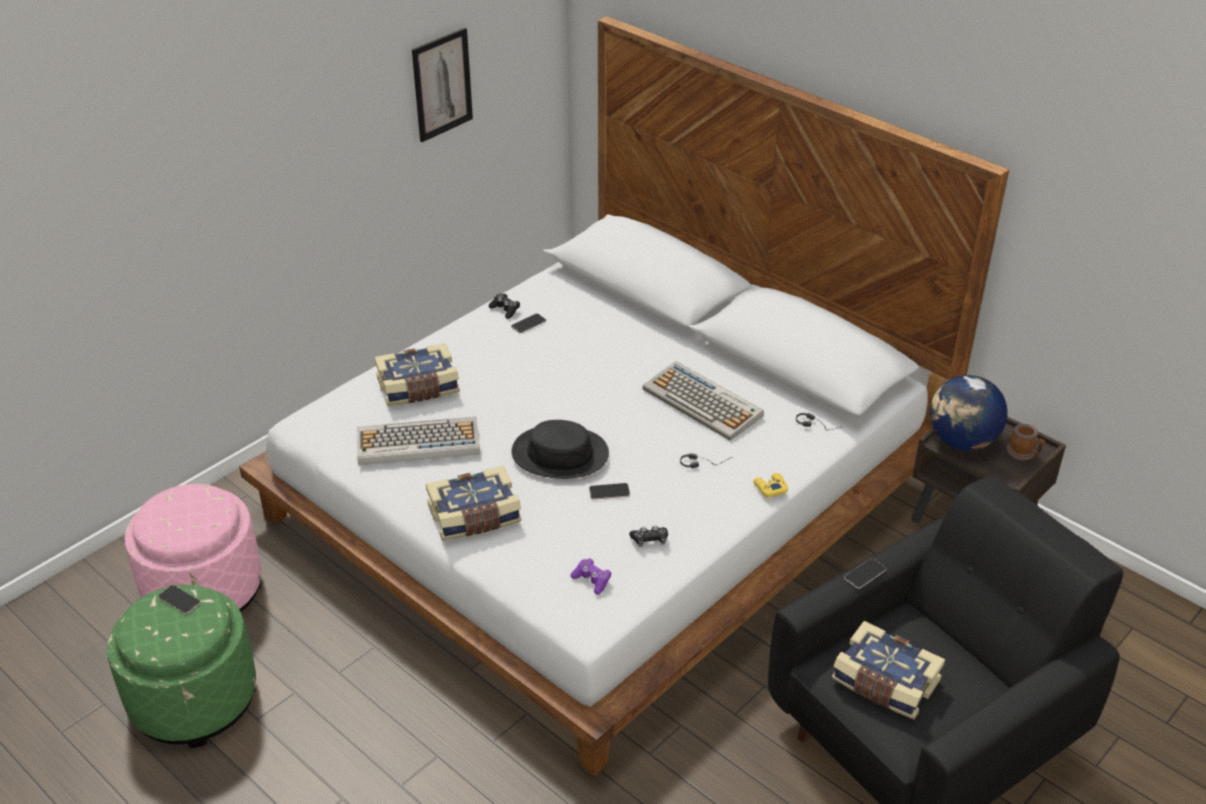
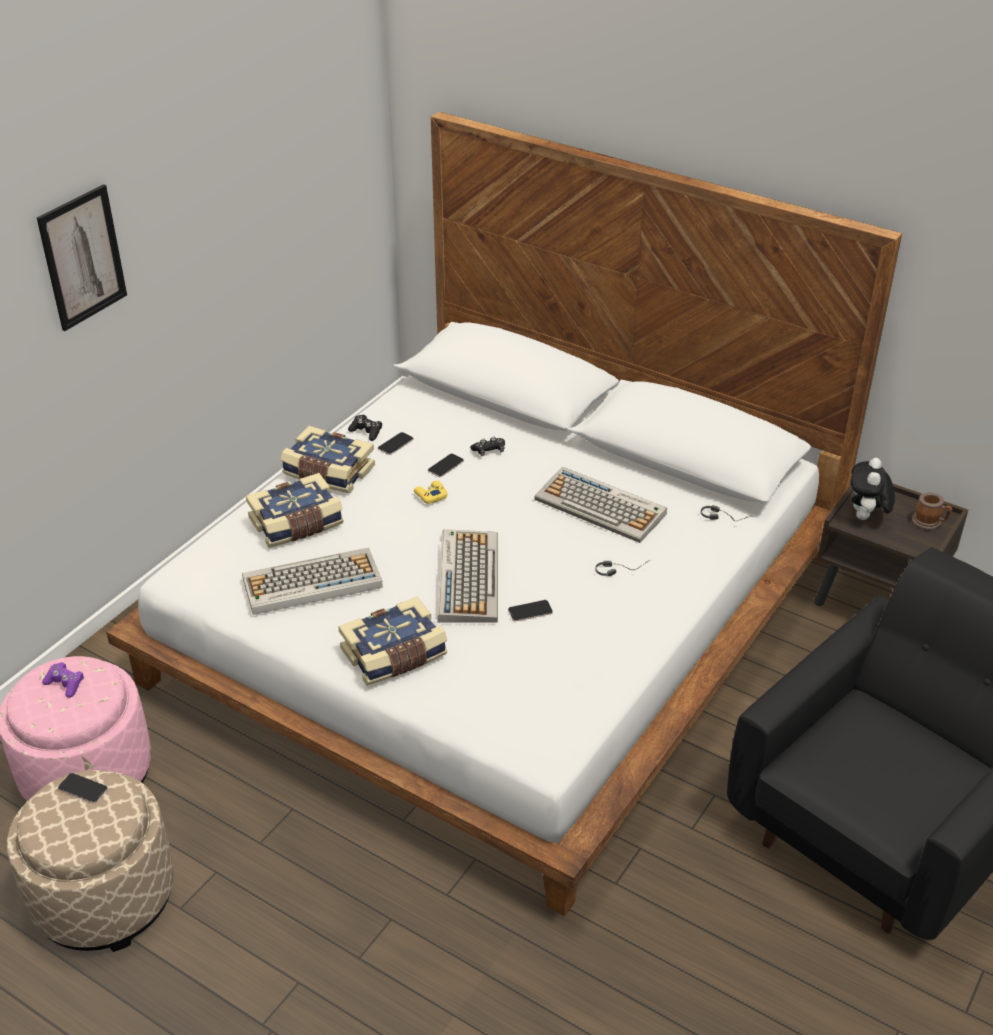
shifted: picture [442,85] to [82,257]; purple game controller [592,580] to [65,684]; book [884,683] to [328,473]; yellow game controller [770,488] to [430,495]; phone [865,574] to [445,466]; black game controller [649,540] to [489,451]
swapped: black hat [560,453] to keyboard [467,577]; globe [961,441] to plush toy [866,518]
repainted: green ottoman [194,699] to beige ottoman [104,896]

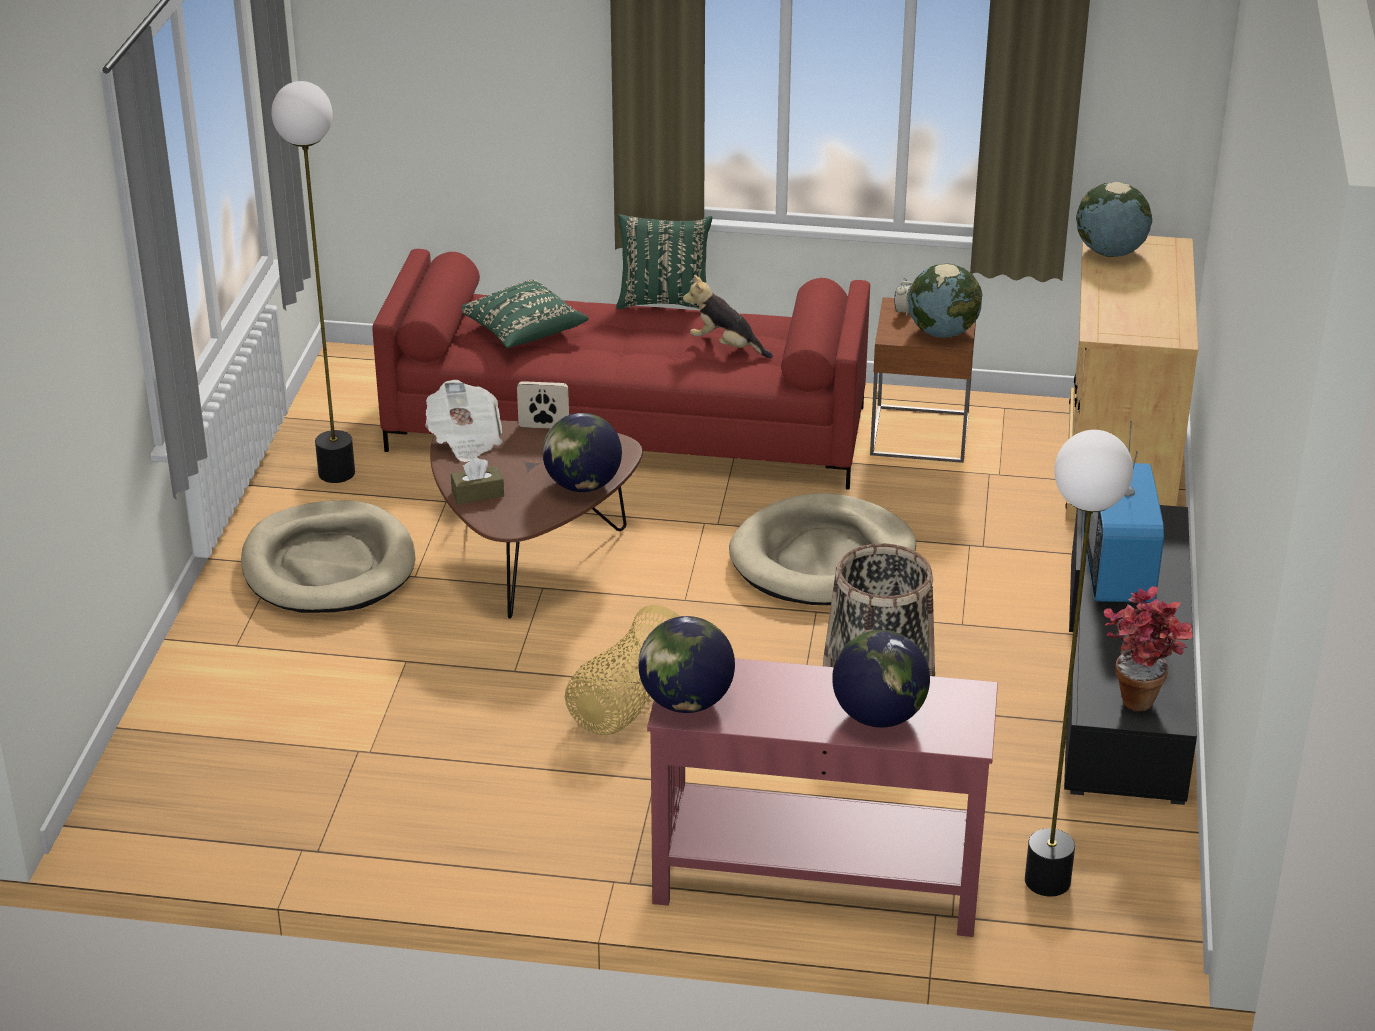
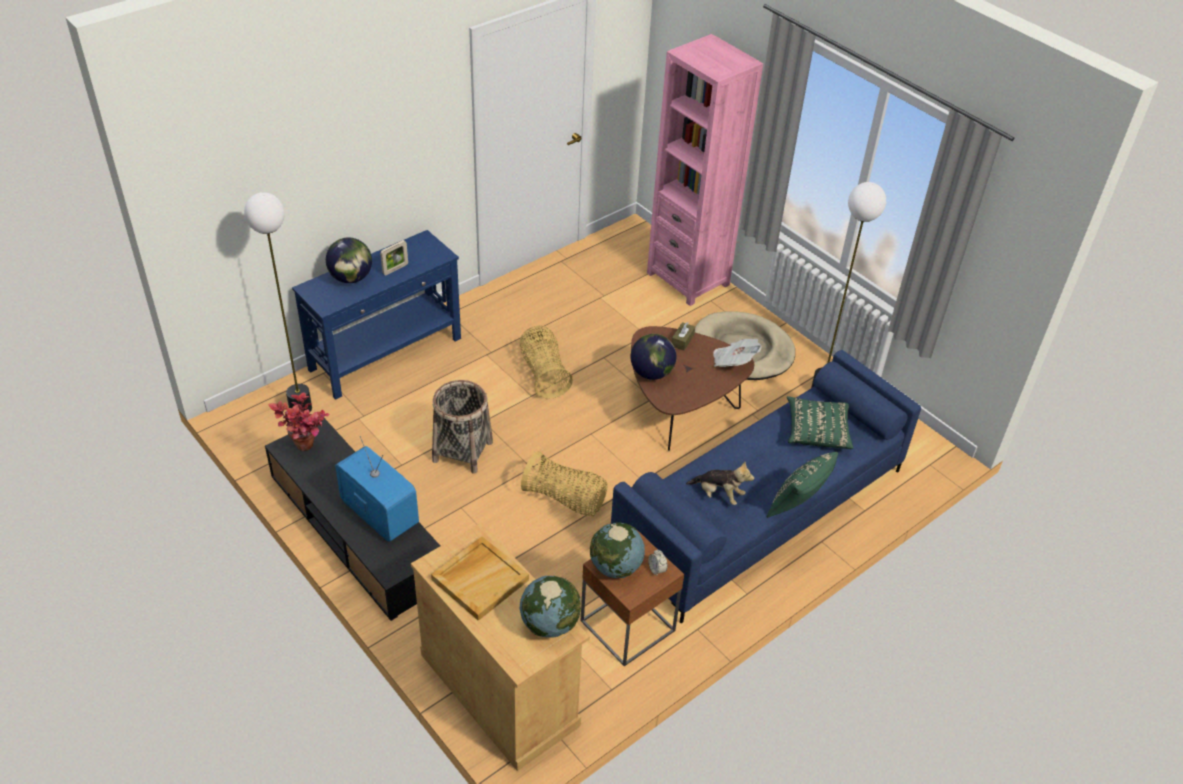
gone: globe [685,702]
new: beige tray [480,579]; pink bookcase [688,279]
shifted: picture frame [544,426] to [395,269]
swapped: beige dog bed [823,558] to basket [565,499]
repainted: red console table [815,880] to blue console table [387,354]; red sofa [629,428] to blue sofa [759,512]
rotated: plush toy [726,346] = [718,494] 45 degrees clockwise

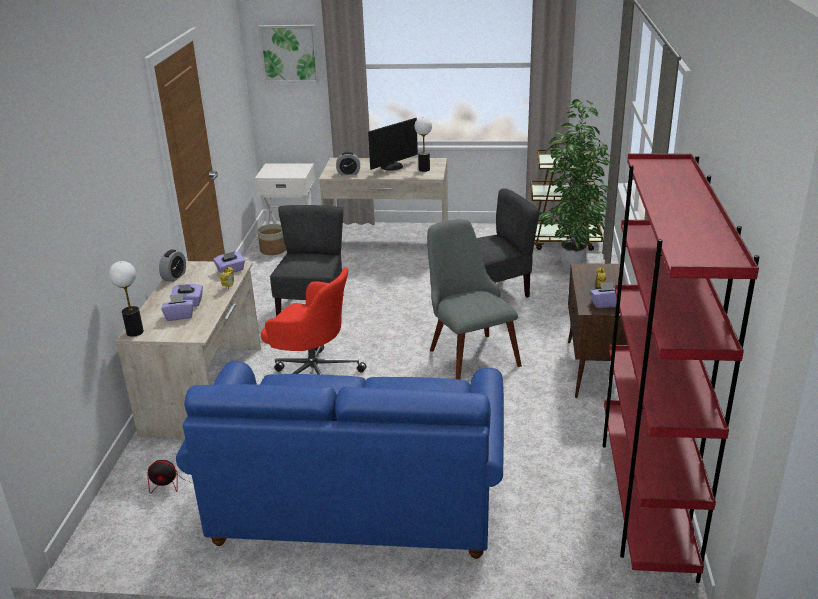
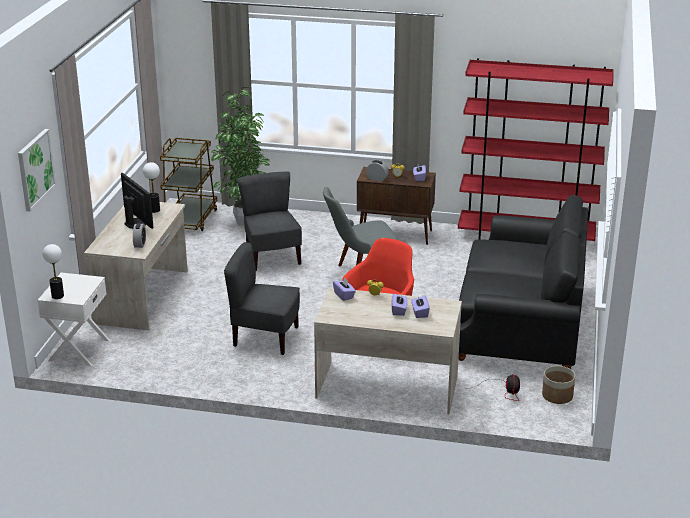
shifted: table lamp [134,332] to [57,296]; alarm clock [174,277] to [377,179]; planter [273,250] to [557,396]
repainted: blue sofa [357,494] to black sofa [520,323]

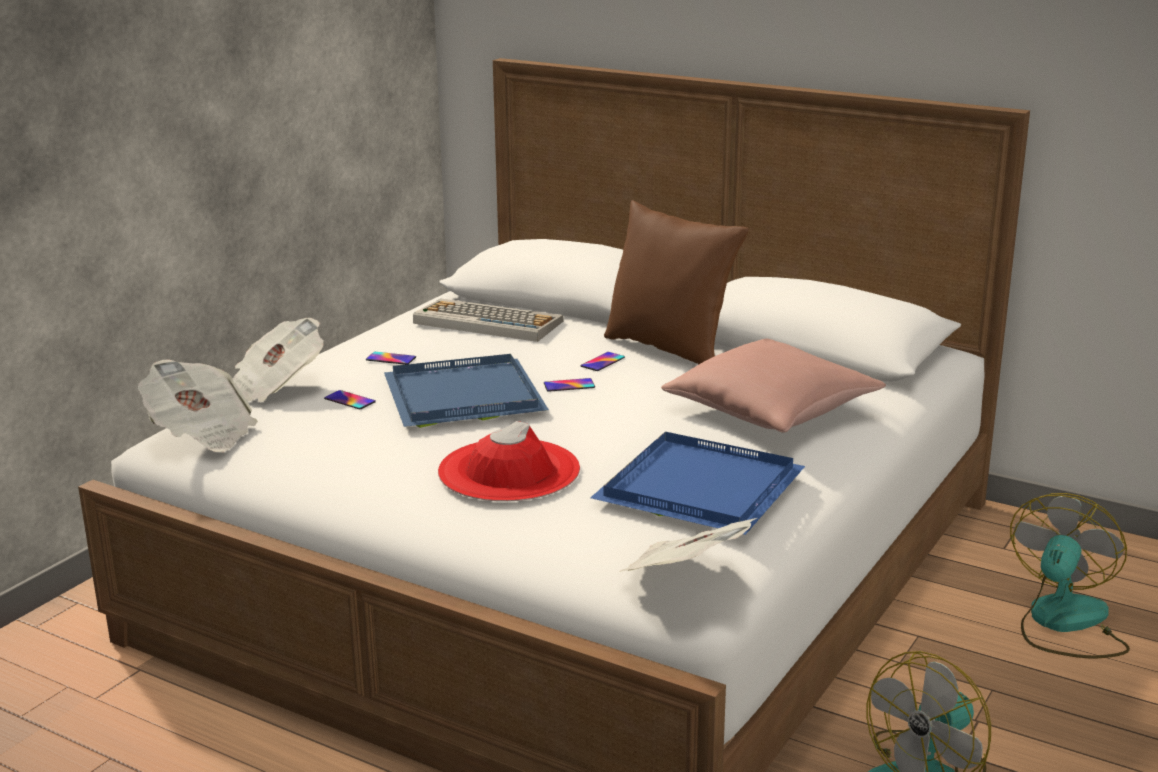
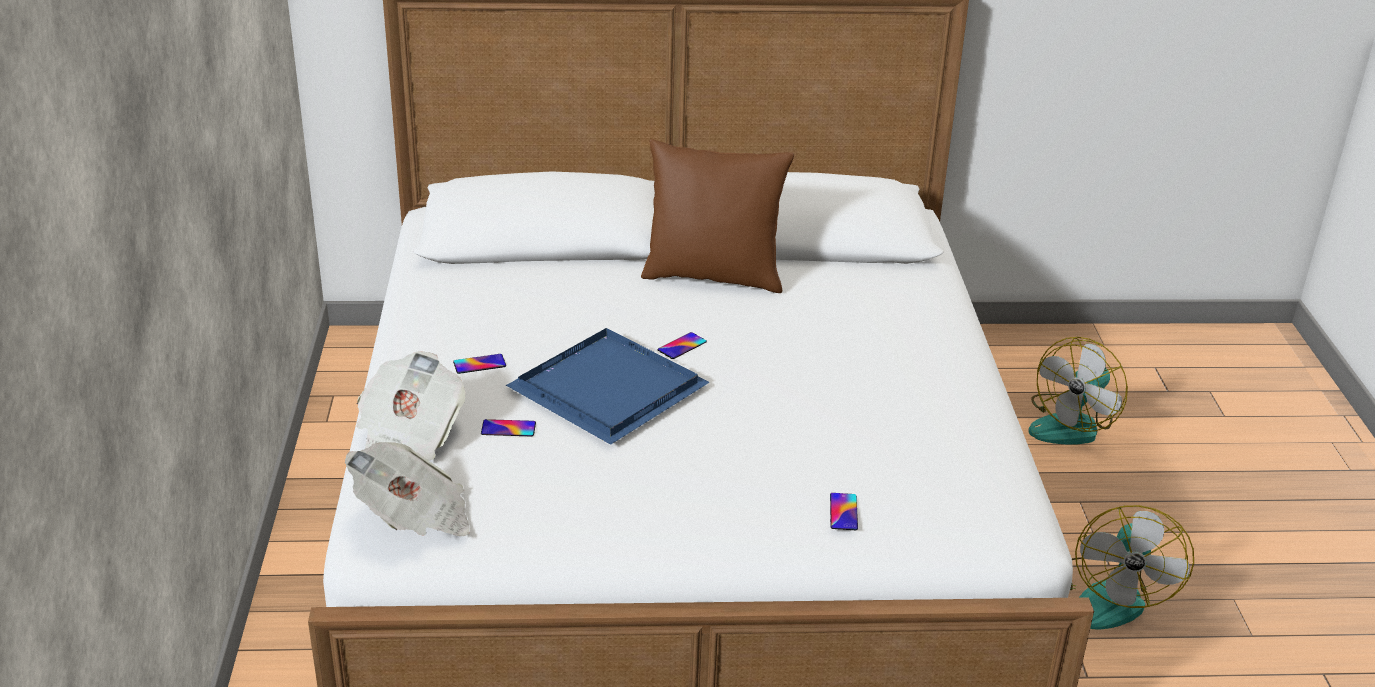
gone: keyboard [486,322]; red hat [508,471]; blue tray [701,490]; newspaper [686,577]; pink pillow [772,411]
shifted: phone [602,362] to [843,512]
rotated: fan [1064,624] = [1072,424] 135 degrees counterclockwise

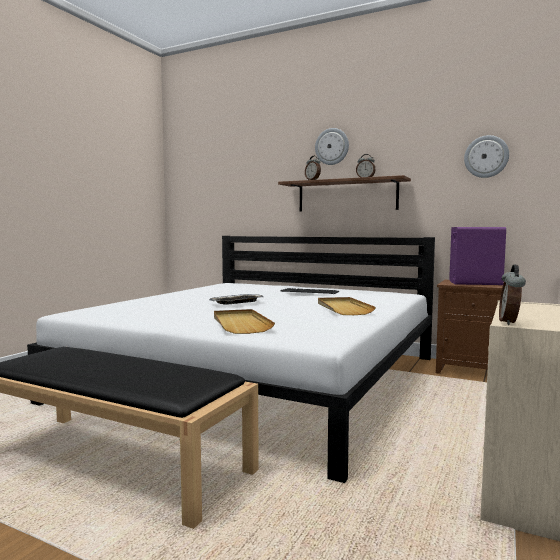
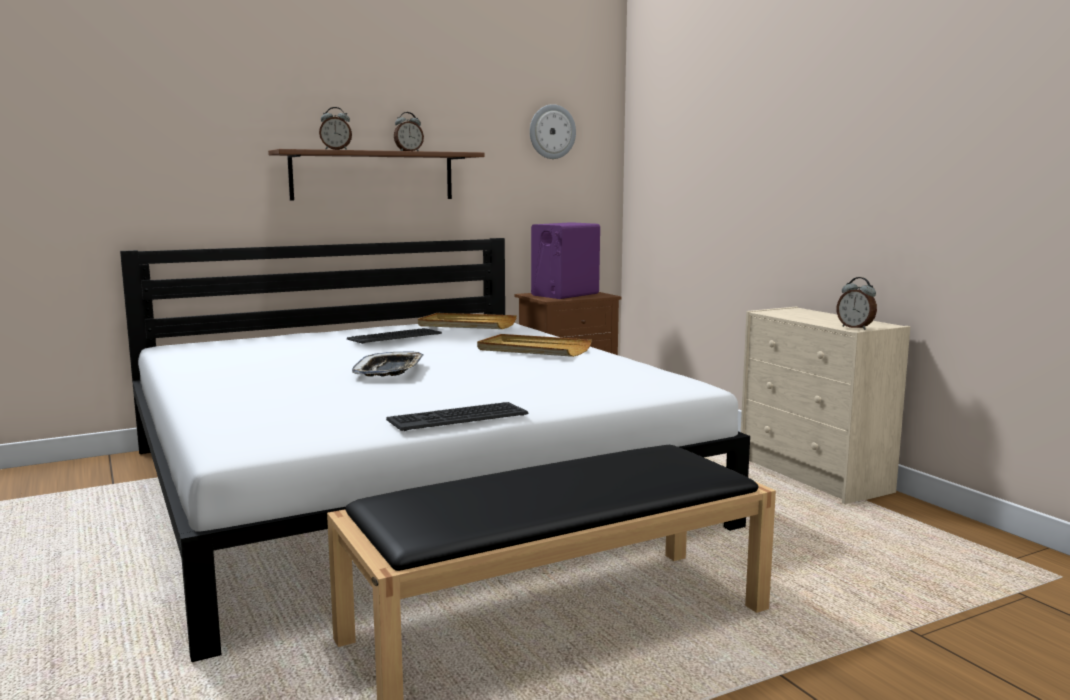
gone: wall clock [332,146]
new: keyboard [457,417]
shifted: beige tray [240,324] to [466,325]

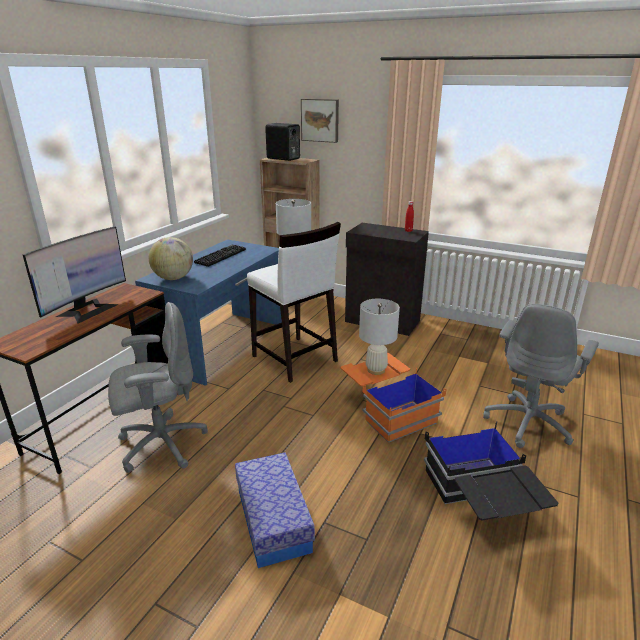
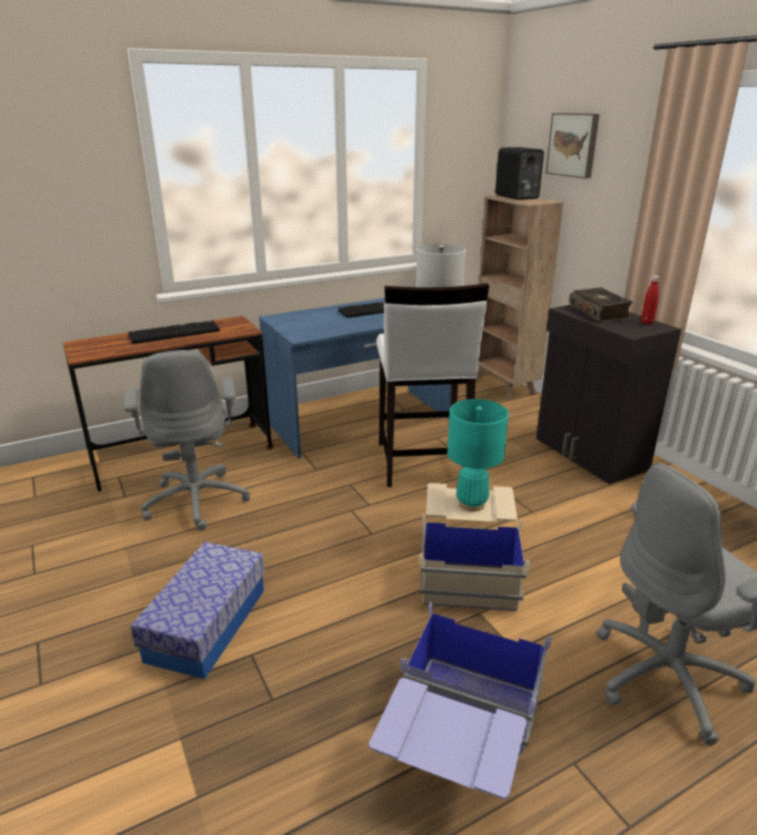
gone: globe [173,278]
new: book [599,312]
swapped: monitor [87,310] to keyboard [175,333]
repainted: black storage box [480,502] to blue storage box [459,742]; orange storage box [387,410] to beige storage box [468,565]; white table lamp [376,370] to turquoise table lamp [471,504]
rotated: grey office chair [161,444] = [197,500] 60 degrees clockwise

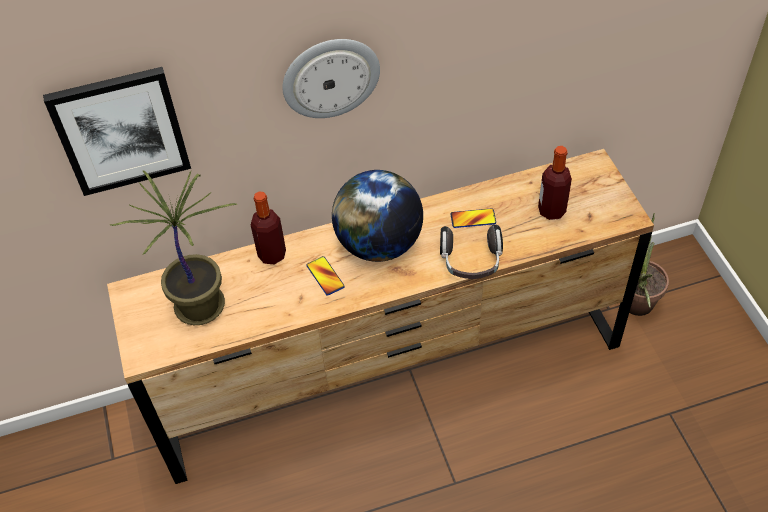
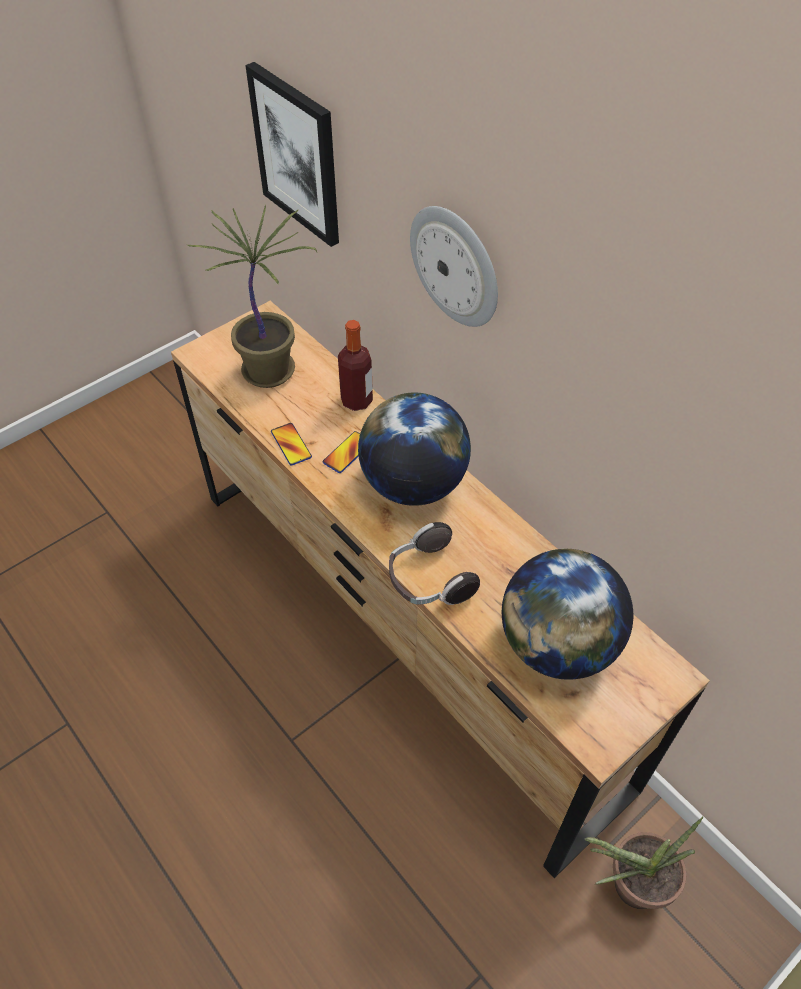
shifted: phone [473,219] to [291,445]
swapped: bottle [551,210] to globe [557,645]

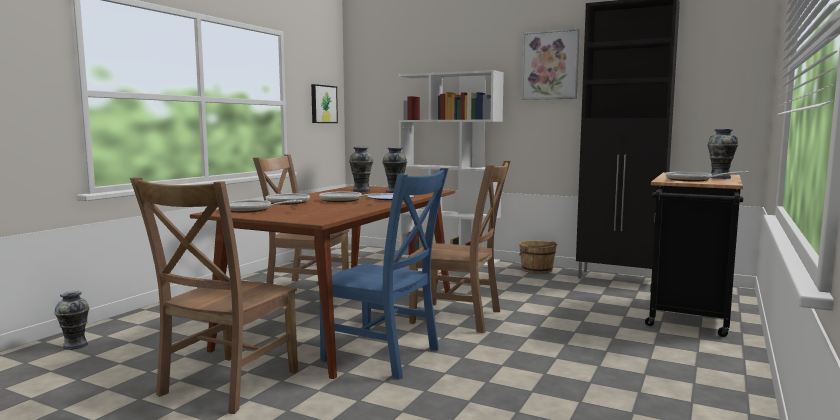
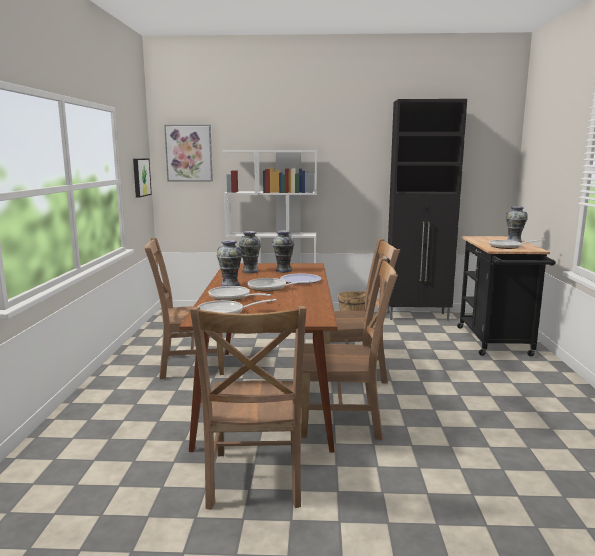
shifted: picture [550,65] to [189,153]; vase [76,345] to [230,285]
repainted: blue chair [385,356] to brown chair [345,421]

